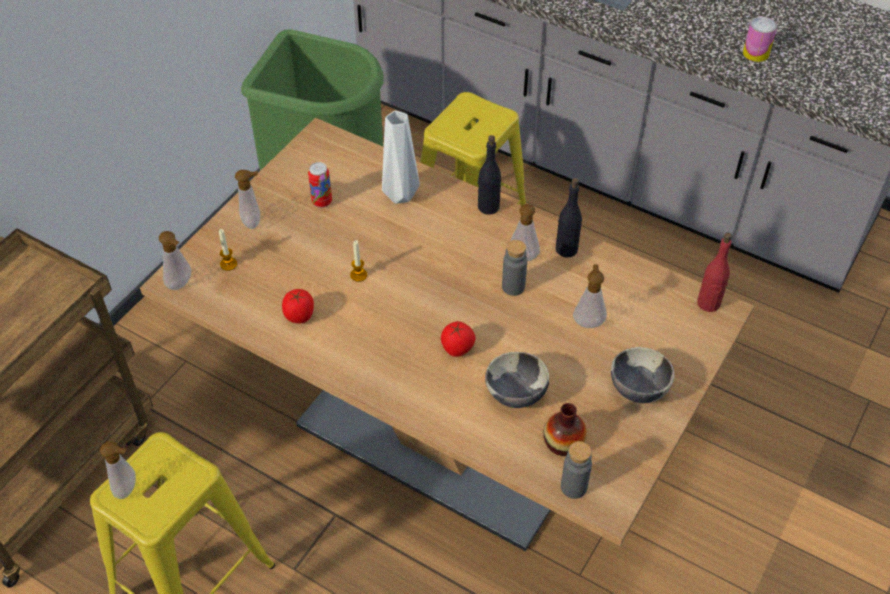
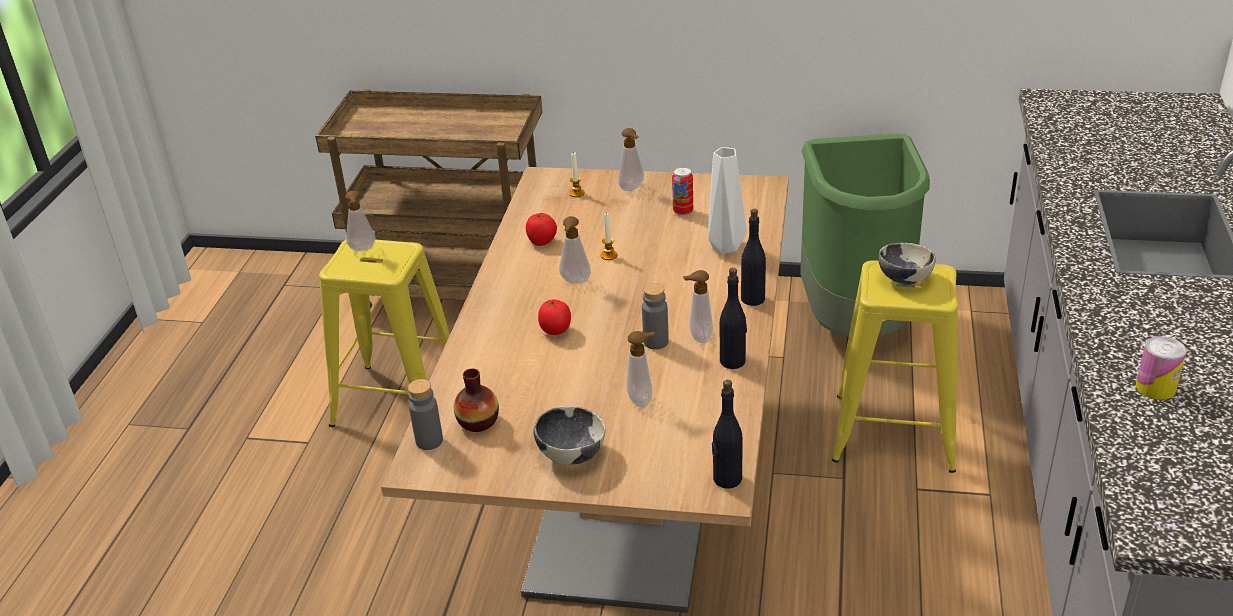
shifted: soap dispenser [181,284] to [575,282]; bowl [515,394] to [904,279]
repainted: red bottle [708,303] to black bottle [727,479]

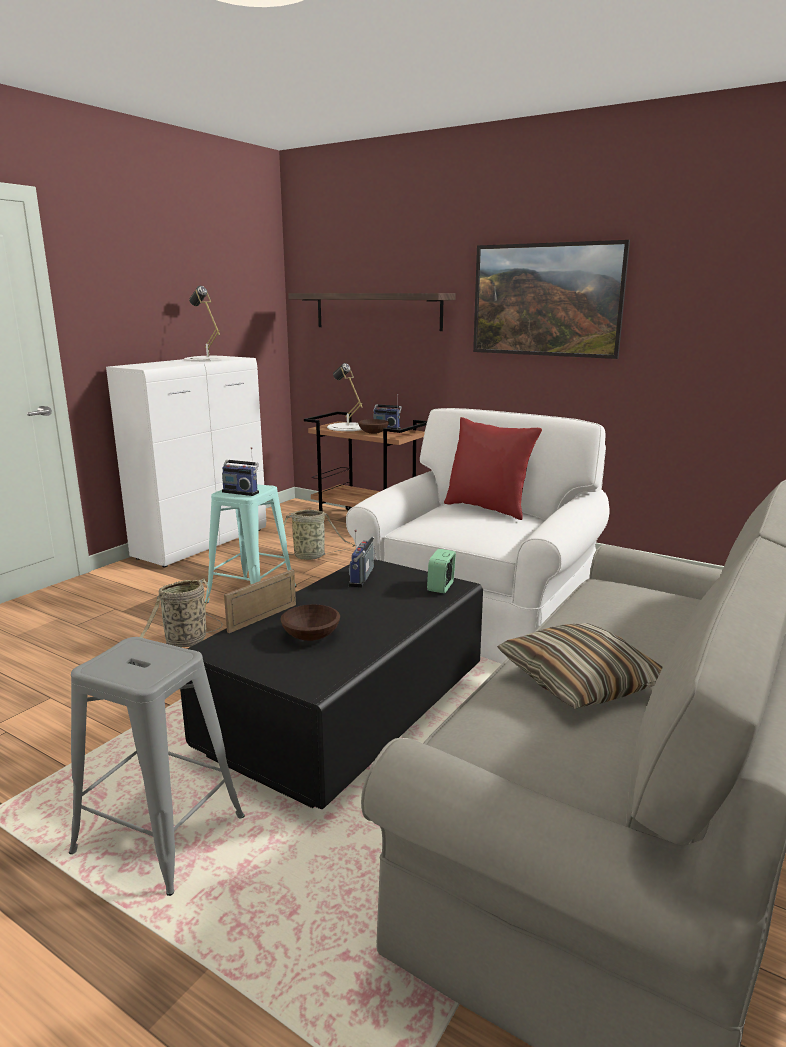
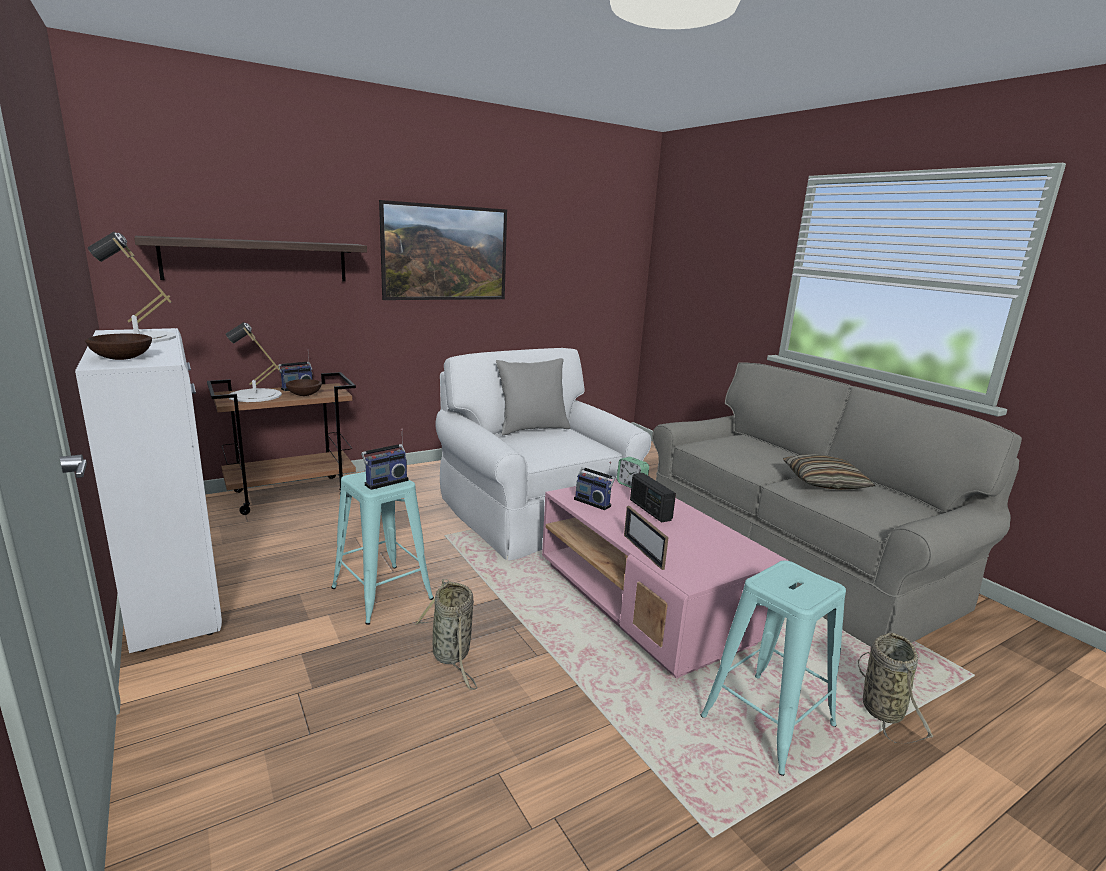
new: radio [650,510]
shifted: brown bowl [312,635] to [123,358]; basket [311,556] to [881,707]
repainted: red pillow [488,508] to grey pillow [532,429]; black coffee table [347,715] to pink coffee table [647,602]; grey stool [160,835] to turquoise stool [768,721]

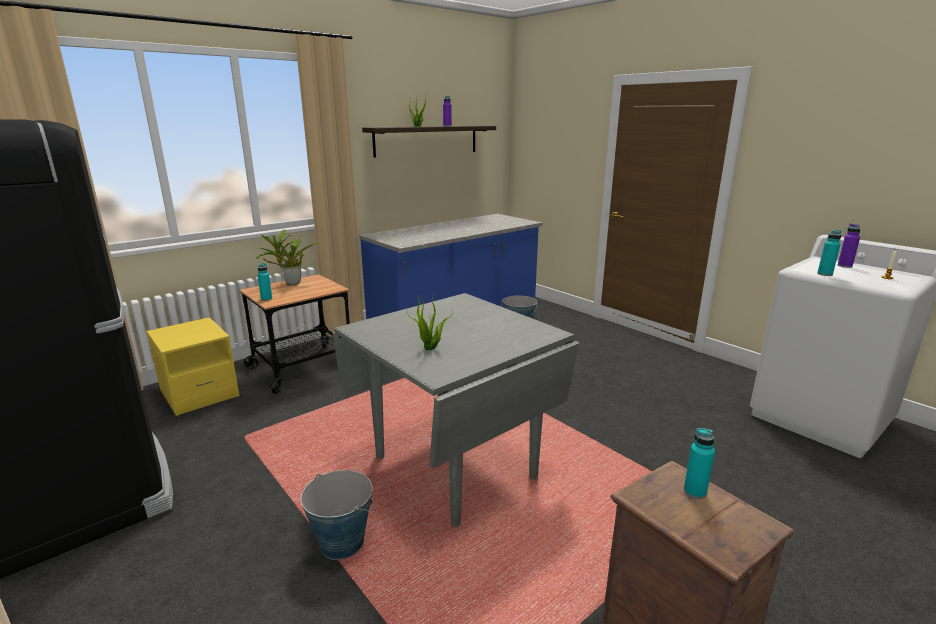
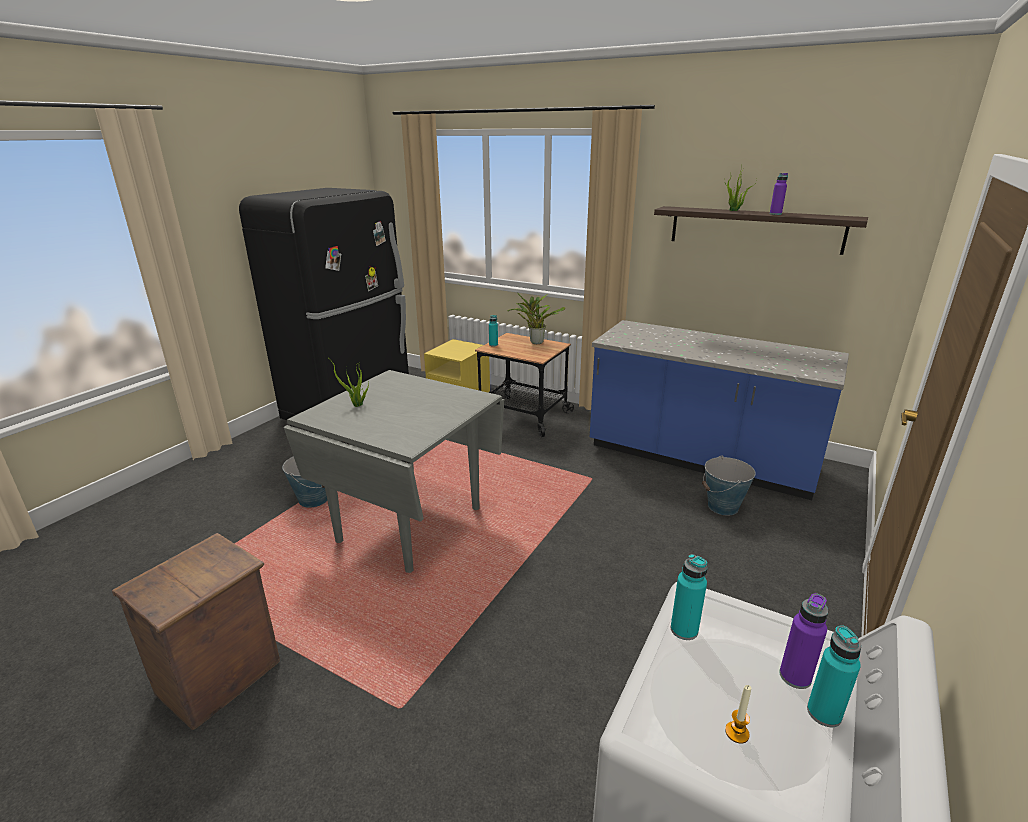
shifted: turquoise bottle [695,491] to [824,713]

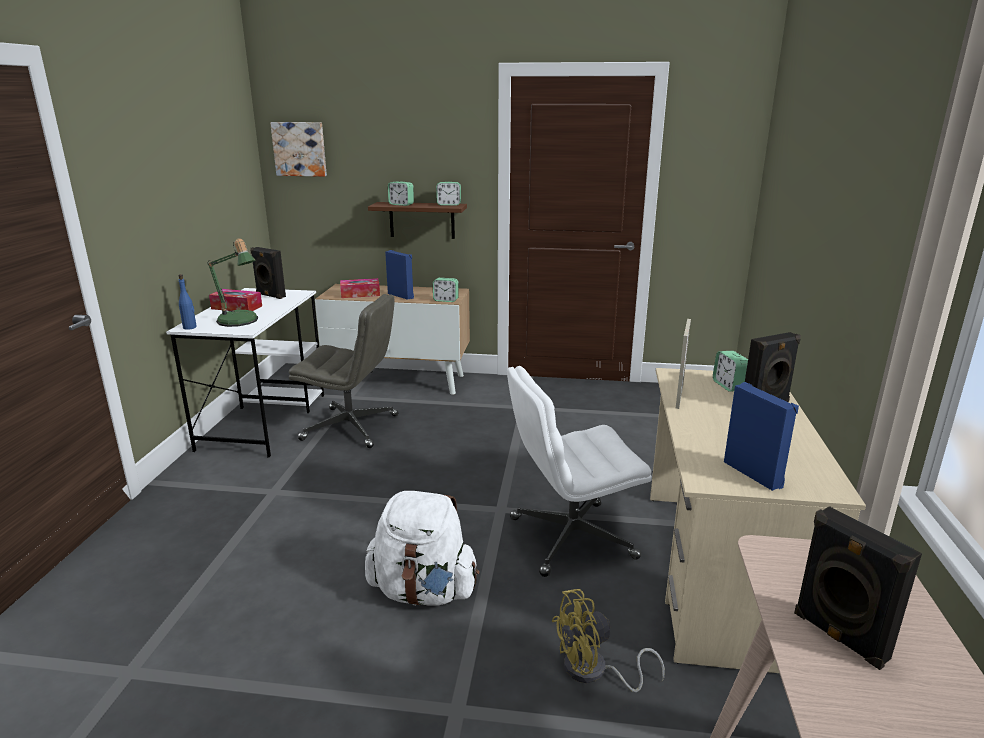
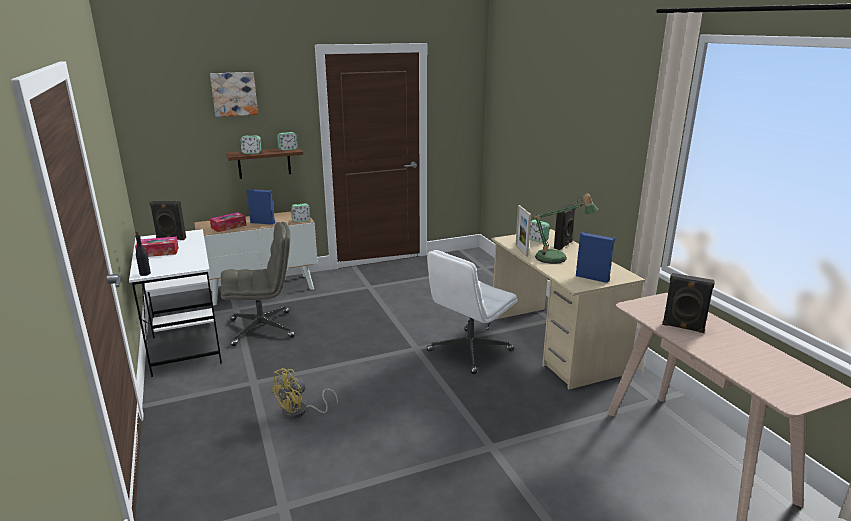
gone: white backpack [423,591]
shifted: picture [300,149] to [234,94]; yellow fan [594,672] to [300,412]; table lamp [240,322] to [556,258]
repainted: blue bottle [190,327] to black bottle [145,273]

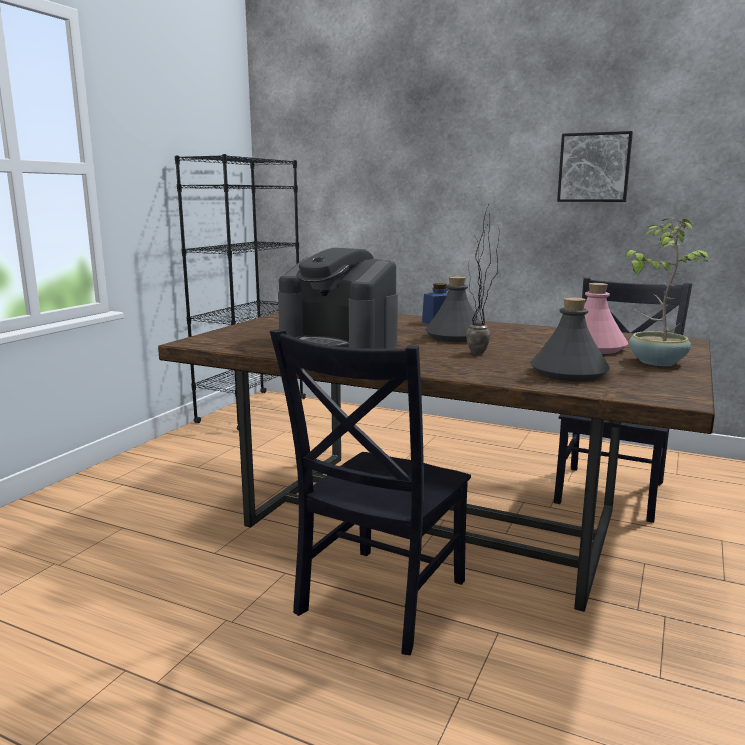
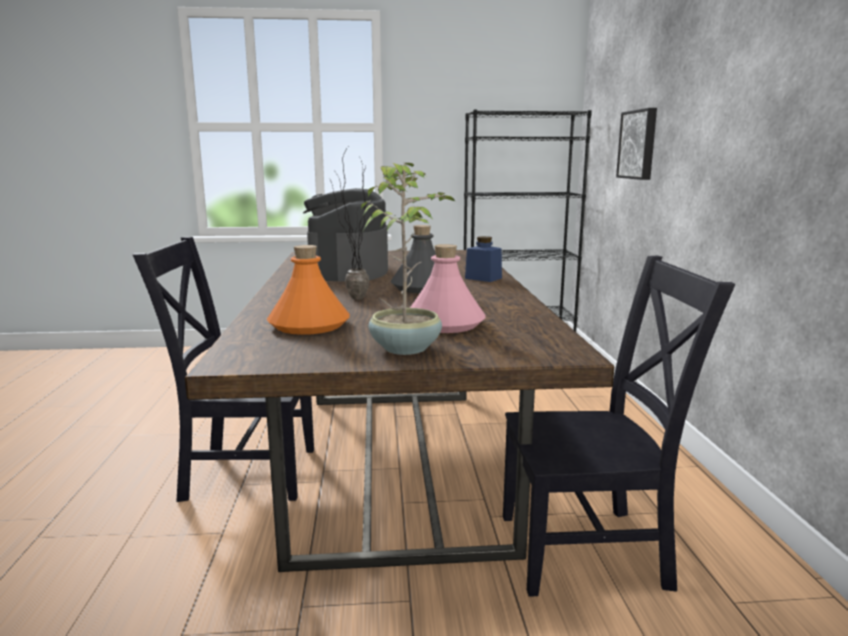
shifted: picture [594,167] to [639,144]
repainted: grey bottle [568,373] to orange bottle [309,325]

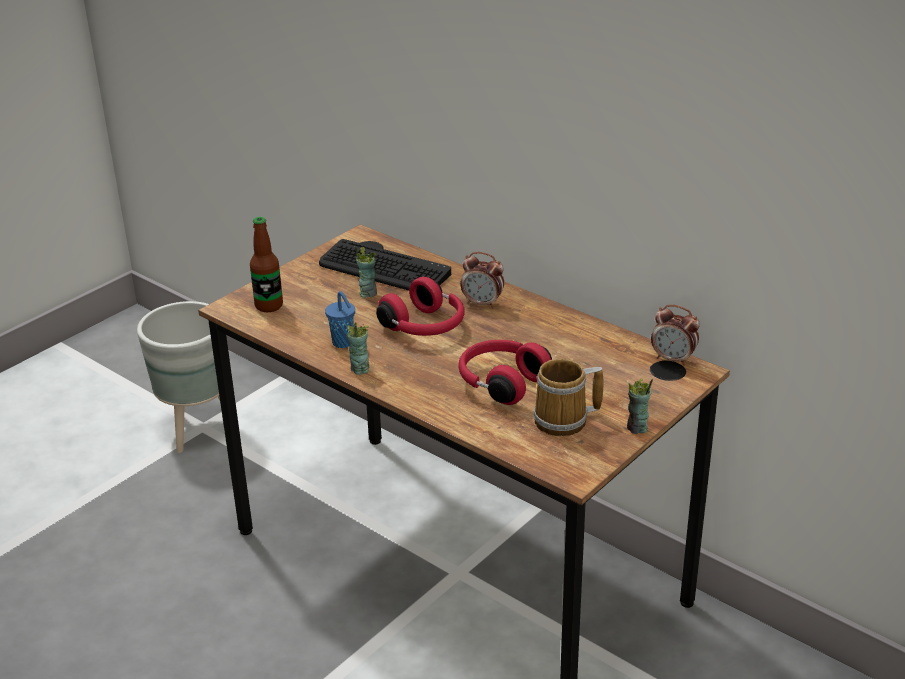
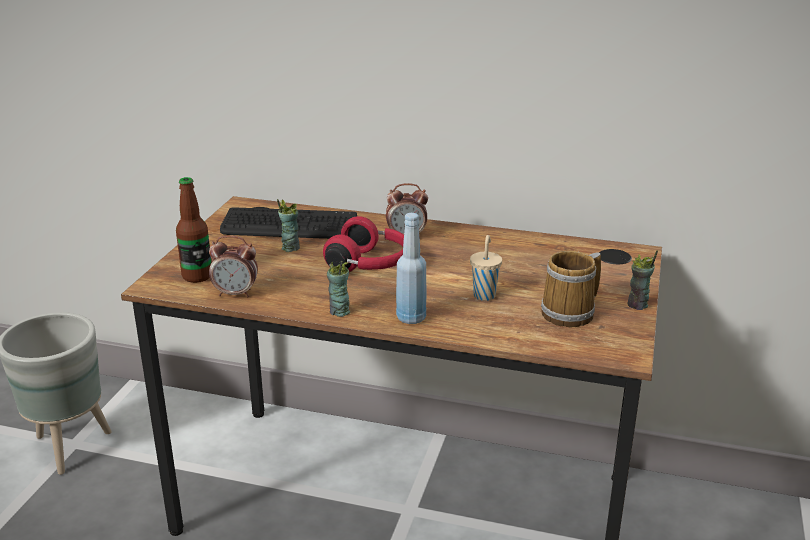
gone: blue cup [343,343]
new: blue bottle [411,318]
shifted: alarm clock [673,359] to [236,293]
swapped: red headphones [501,383] to beige cup [484,295]

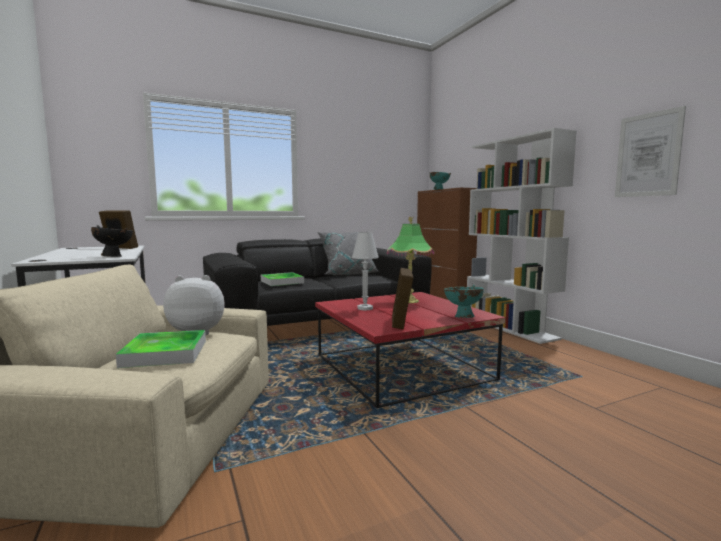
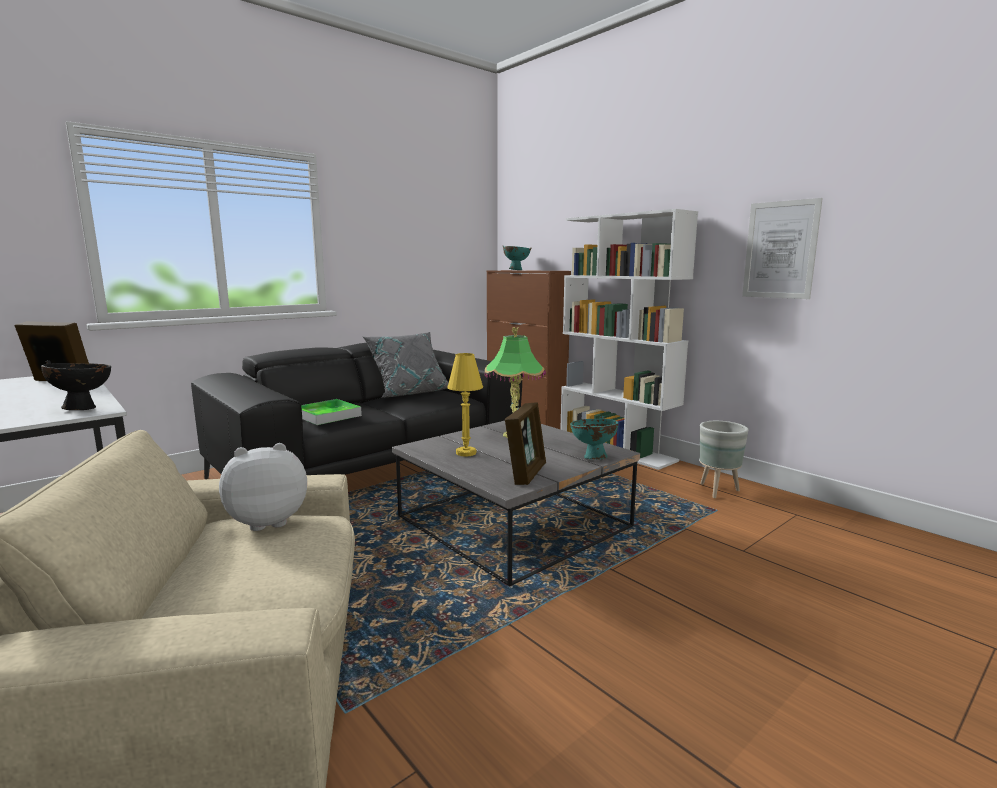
gone: tray [165,353]
new: grey planter [718,491]
repainted: red coffee table [402,366] to grey coffee table [513,520]; white table lamp [365,308] to yellow table lamp [466,453]
rotated: picture frame [401,322] = [526,473] 150 degrees counterclockwise

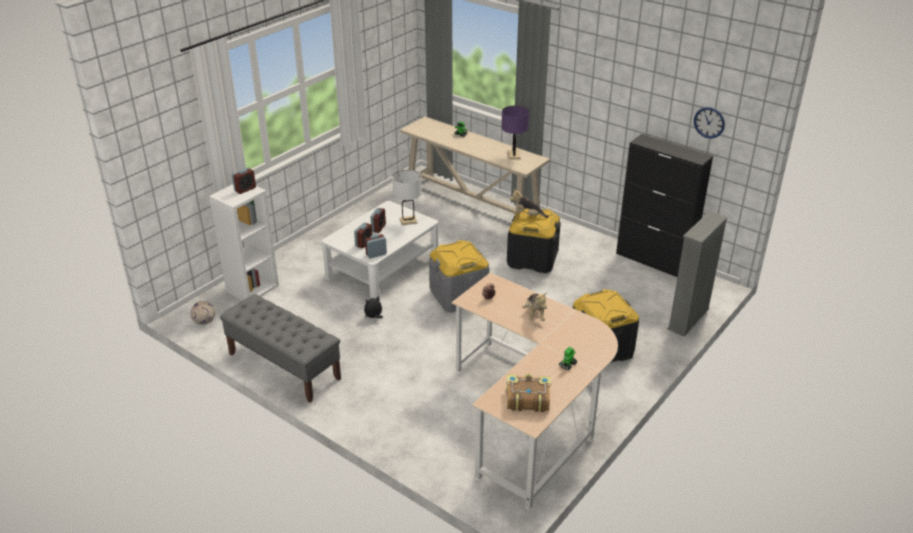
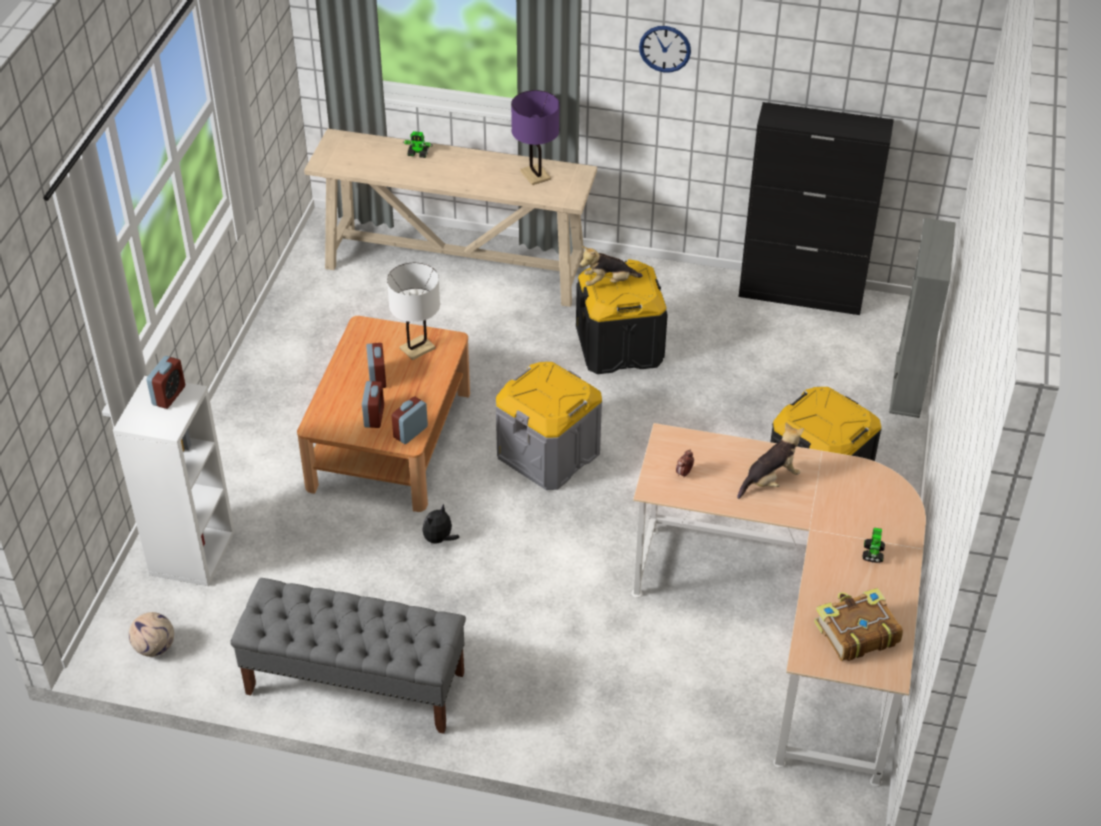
shifted: wall clock [709,122] to [665,48]
repainted: white coffee table [383,267] to brown coffee table [389,439]
rotated: plush toy [534,314] = [770,480] 90 degrees counterclockwise

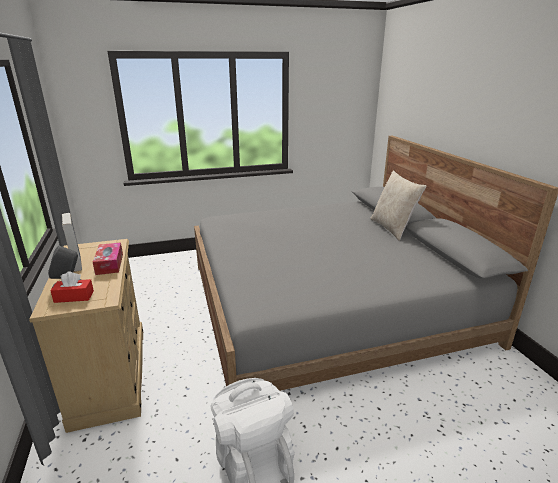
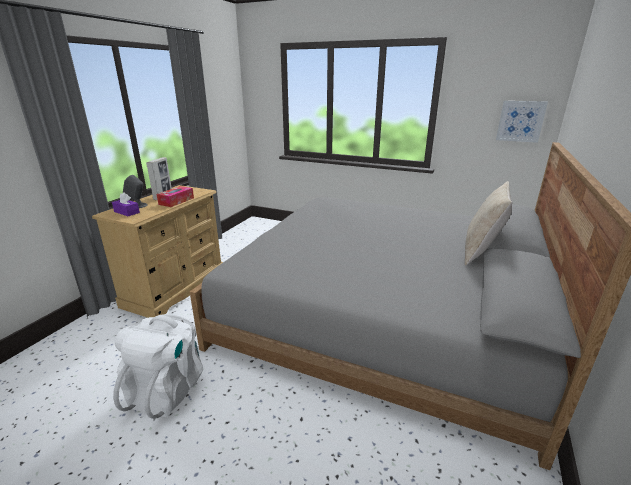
new: picture [520,121]
repainted: red tissue box [74,297] to purple tissue box [127,212]

